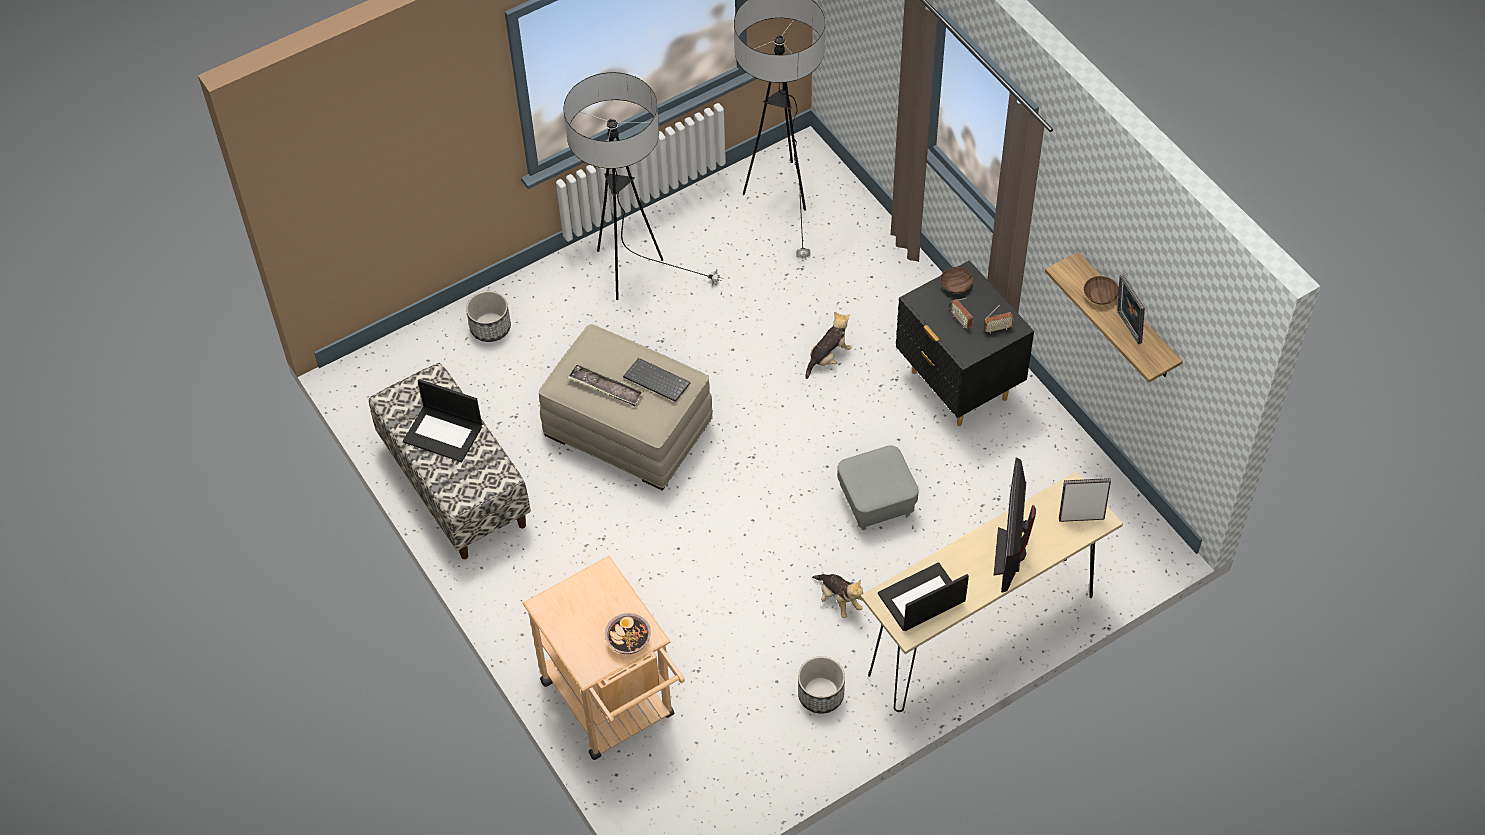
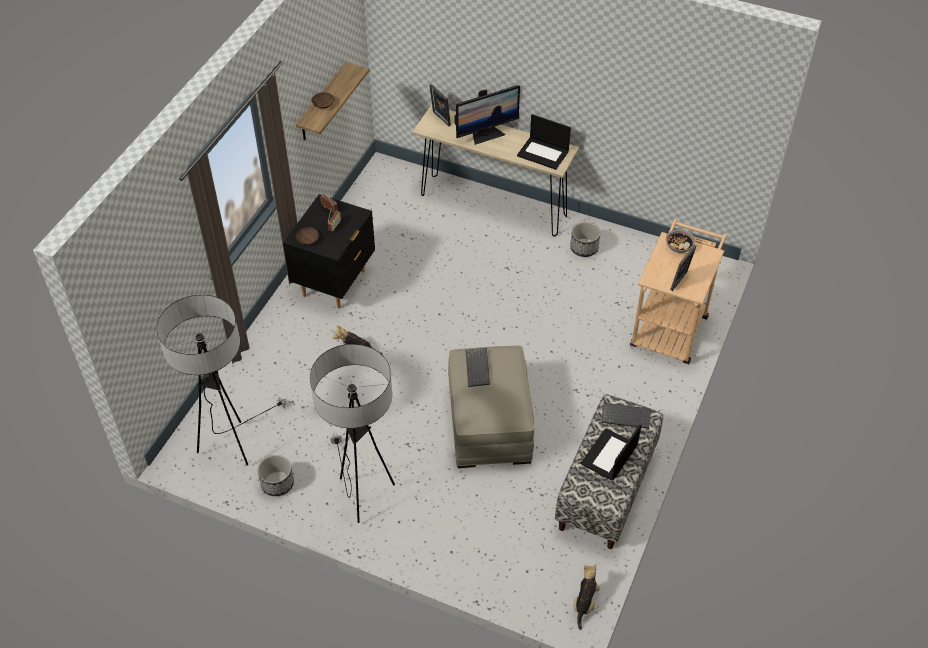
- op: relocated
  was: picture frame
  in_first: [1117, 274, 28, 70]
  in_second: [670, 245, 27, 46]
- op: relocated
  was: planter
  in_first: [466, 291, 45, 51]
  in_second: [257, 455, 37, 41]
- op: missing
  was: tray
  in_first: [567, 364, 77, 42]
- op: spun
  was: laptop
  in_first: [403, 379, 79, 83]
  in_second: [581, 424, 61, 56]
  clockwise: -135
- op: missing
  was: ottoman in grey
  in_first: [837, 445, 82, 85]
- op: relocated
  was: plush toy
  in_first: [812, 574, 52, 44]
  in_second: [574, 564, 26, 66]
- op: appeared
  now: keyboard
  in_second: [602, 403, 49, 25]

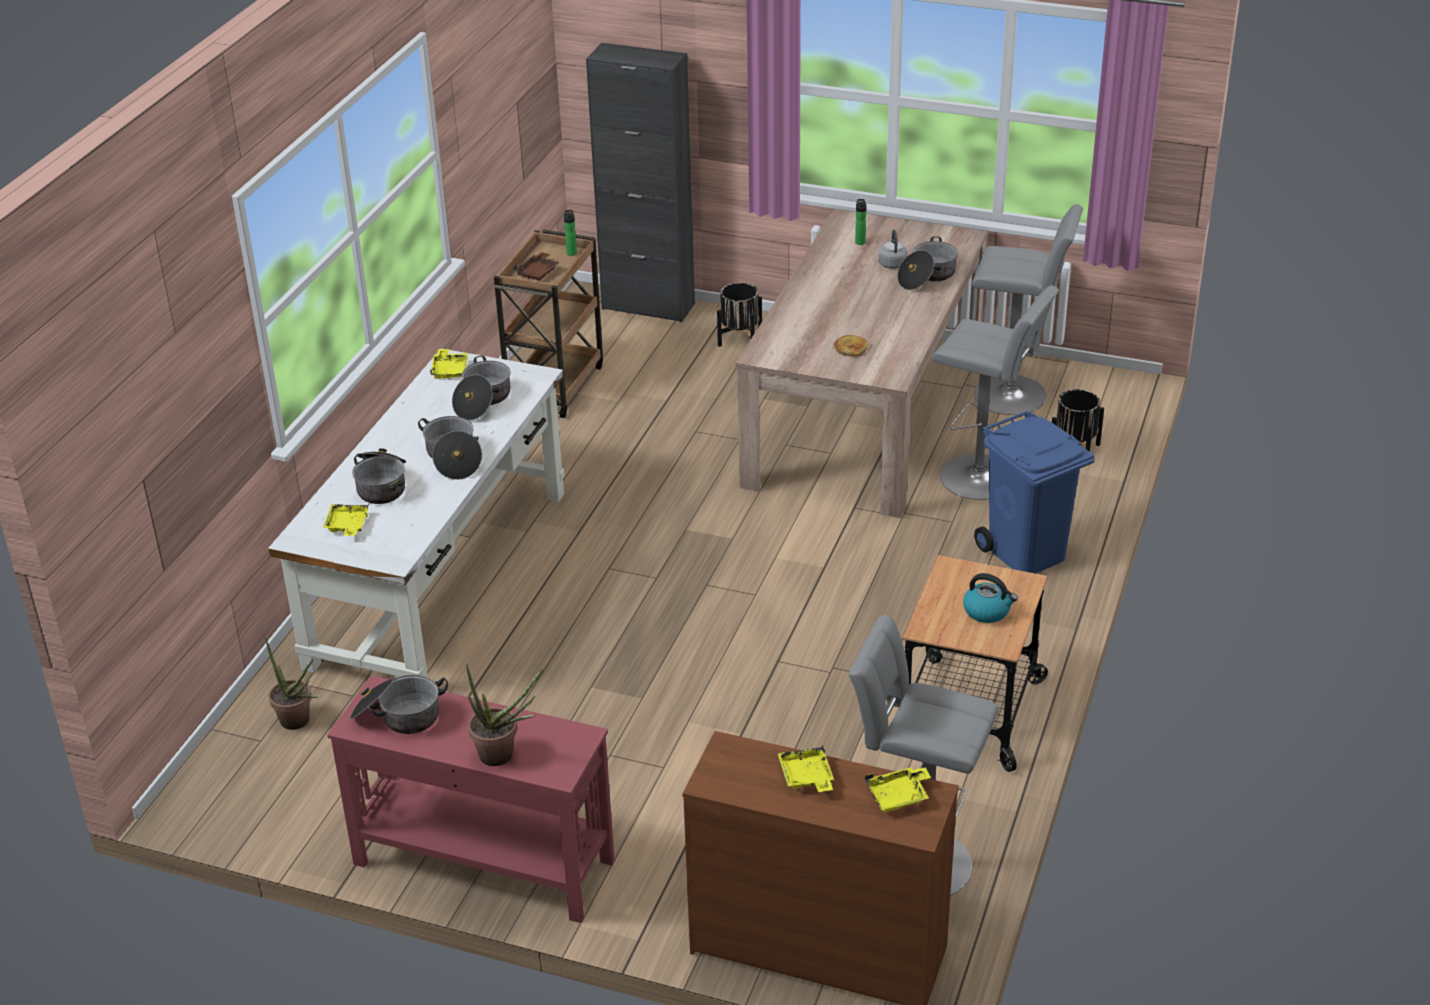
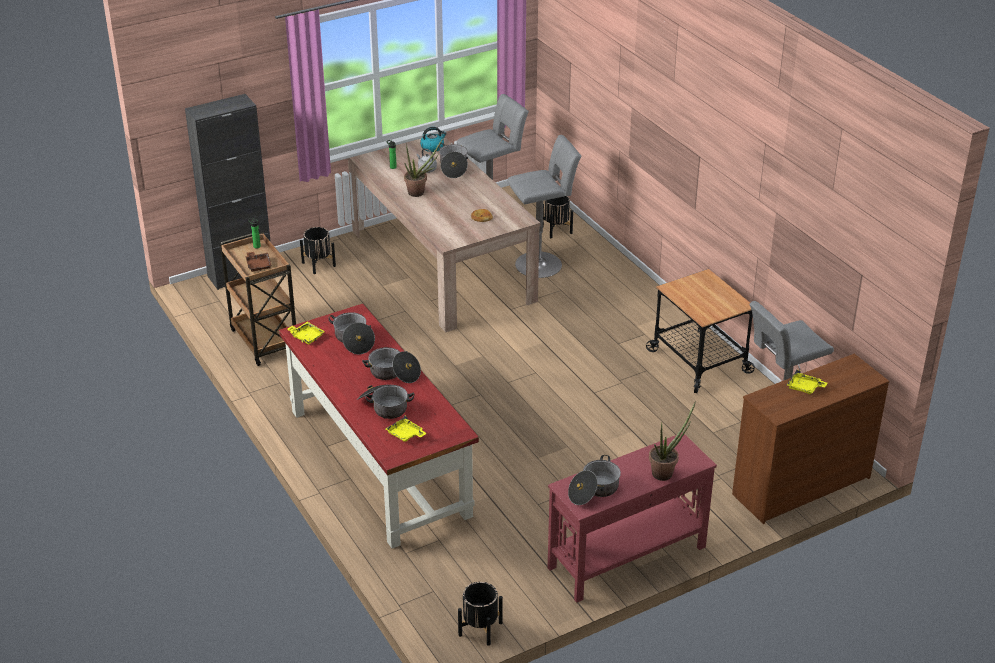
- op: colour
  was: desk in white
  now: desk in red
  in_first: [268, 348, 297, 330]
  in_second: [279, 304, 200, 245]
- op: missing
  was: trash can in blue
  in_first: [974, 411, 121, 162]
- op: relocated
  was: kettle
  in_first: [963, 573, 55, 50]
  in_second: [420, 127, 27, 25]
- op: relocated
  was: potted plant
  in_first: [265, 637, 53, 93]
  in_second: [404, 138, 39, 59]
- op: missing
  was: tray in yellow
  in_first: [865, 767, 66, 45]
- op: appeared
  now: planter in black
  in_second: [458, 582, 45, 64]

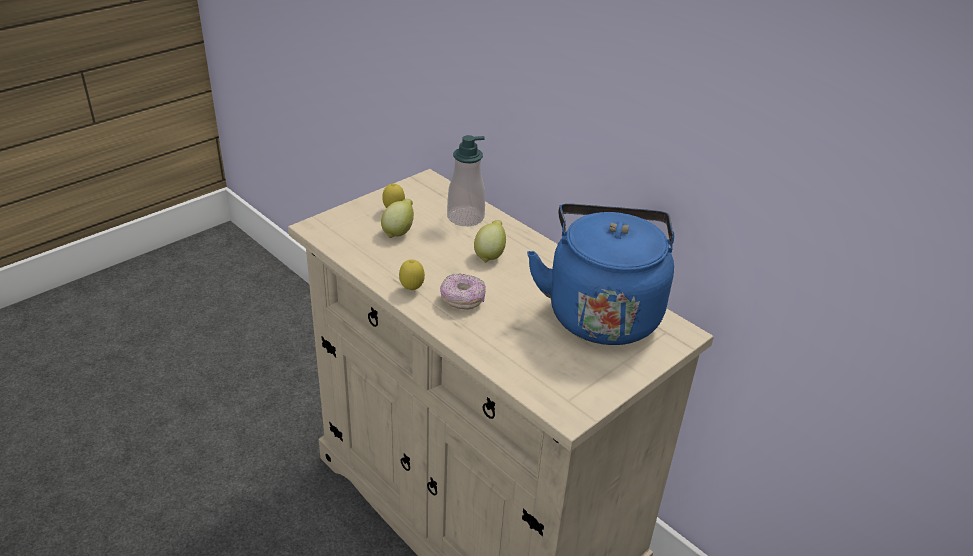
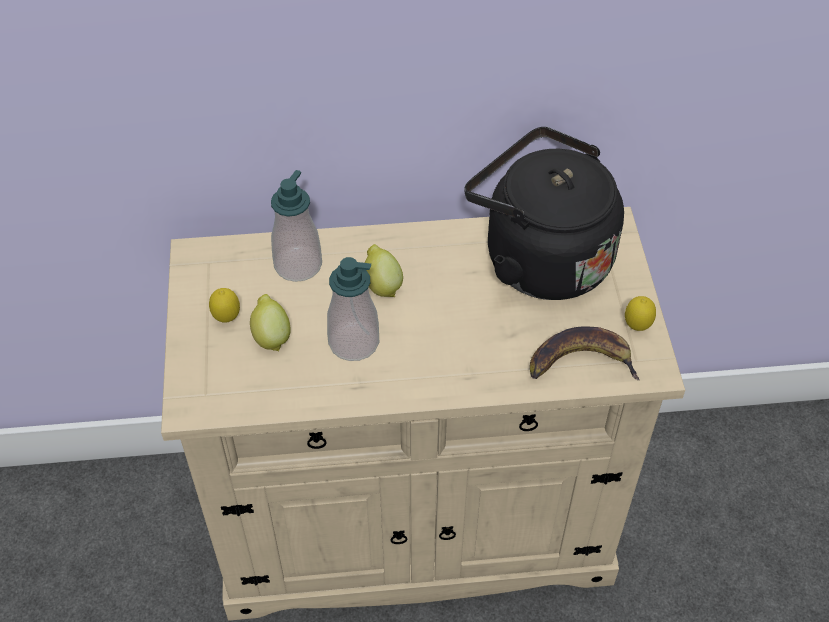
- op: colour
  was: kettle in blue
  now: kettle in black
  in_first: [527, 204, 147, 141]
  in_second: [464, 127, 160, 173]
- op: relocated
  was: lemon
  in_first: [399, 259, 26, 31]
  in_second: [625, 296, 31, 35]
- op: missing
  was: donut
  in_first: [440, 273, 46, 37]
- op: appeared
  now: soap dispenser
  in_second: [327, 257, 52, 104]
- op: appeared
  now: banana
  in_second: [530, 326, 110, 54]

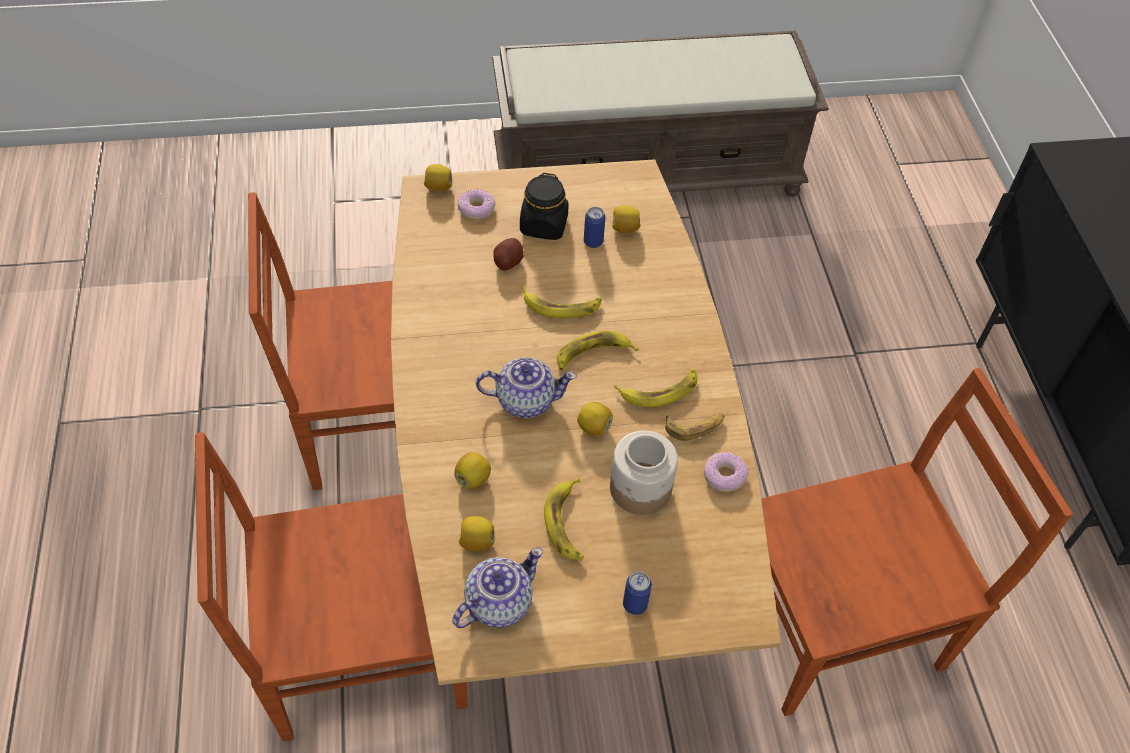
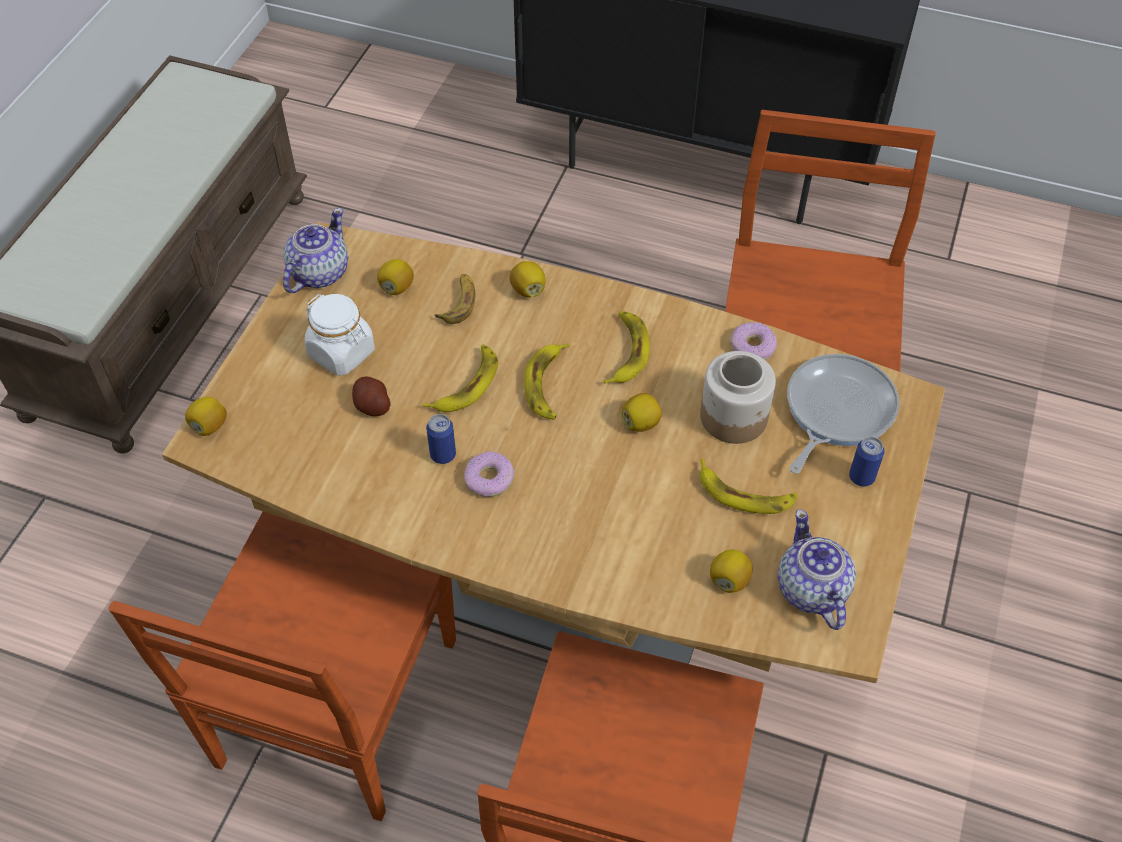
- op: colour
  was: jar in black
  now: jar in white
  in_first: [520, 173, 49, 67]
  in_second: [305, 294, 70, 82]
- op: relocated
  was: donut
  in_first: [458, 189, 37, 31]
  in_second: [464, 451, 50, 46]
- op: relocated
  was: can
  in_first: [584, 207, 22, 41]
  in_second: [426, 414, 30, 50]
- op: relocated
  was: teapot
  in_first: [476, 357, 101, 61]
  in_second: [283, 208, 65, 85]
- op: relocated
  was: banana
  in_first: [665, 414, 59, 27]
  in_second: [435, 274, 40, 50]
- op: relocated
  was: lemon
  in_first: [455, 452, 36, 37]
  in_second: [509, 261, 37, 37]
- op: appeared
  now: frying pan
  in_second: [787, 354, 112, 120]

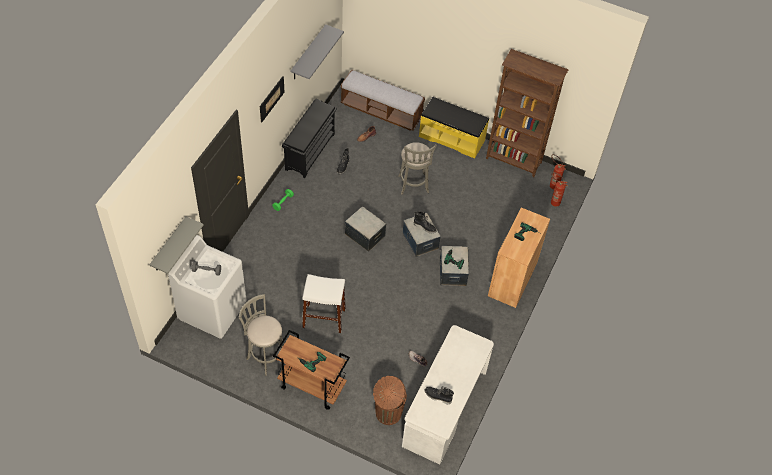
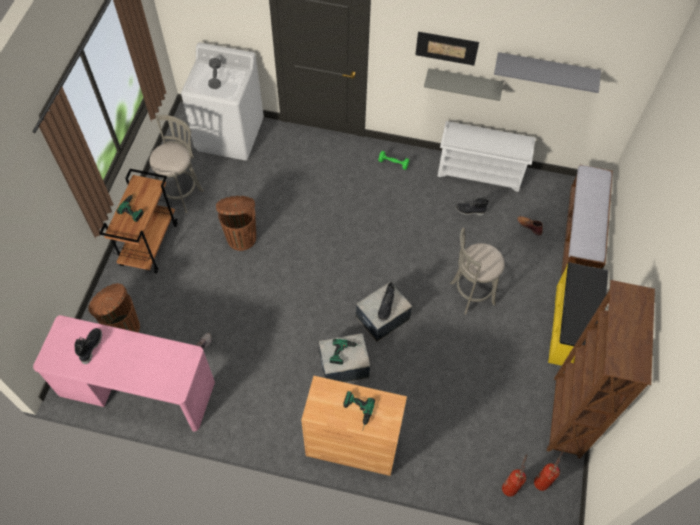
- op: colour
  was: shoe rack in black
  now: shoe rack in white
  in_first: [282, 98, 55, 80]
  in_second: [437, 121, 99, 71]
- op: missing
  was: storage box
  in_first: [345, 206, 42, 46]
- op: relocated
  was: shelf in grey
  in_first: [149, 217, 55, 57]
  in_second: [424, 68, 79, 33]
- op: exchanged
  was: stool in white
  now: trash can in brown
  in_first: [302, 274, 44, 59]
  in_second: [216, 196, 40, 55]
- op: colour
  was: desk in white
  now: desk in pink
  in_first: [402, 325, 92, 140]
  in_second: [33, 315, 182, 117]

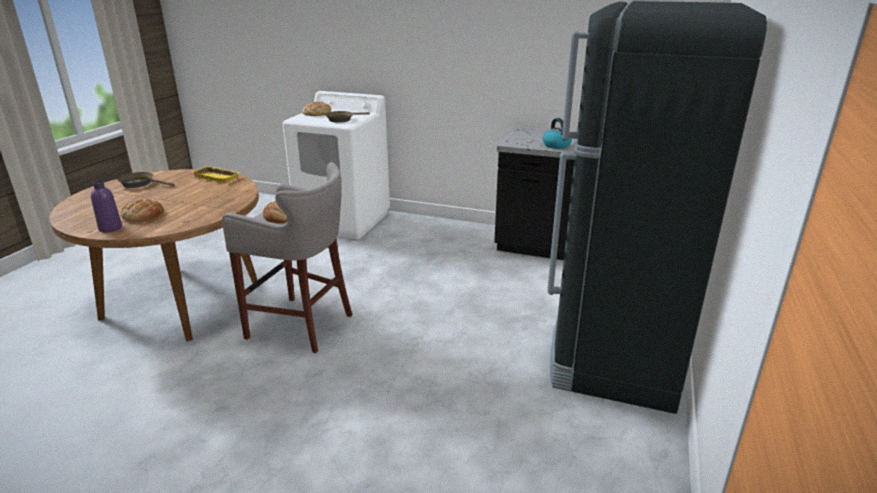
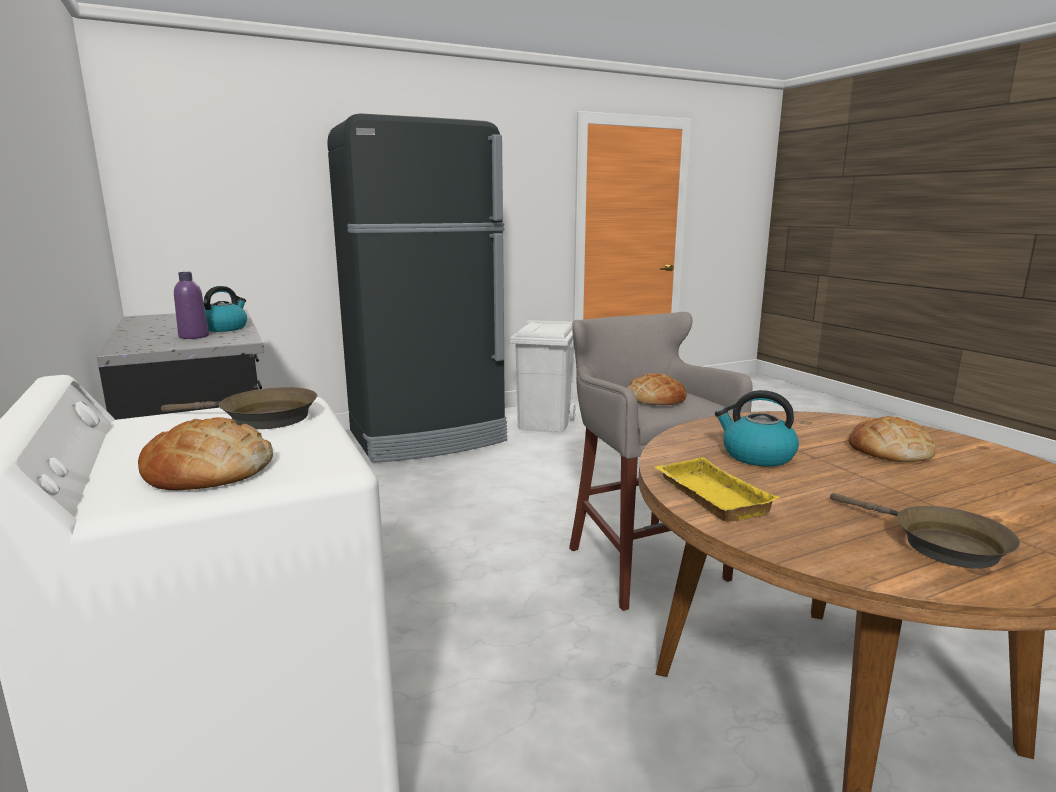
- op: relocated
  was: bottle in purple
  in_first: [91, 180, 31, 53]
  in_second: [174, 272, 35, 67]
- op: appeared
  now: trash can in white
  in_second: [510, 320, 66, 113]
- op: appeared
  now: kettle
  in_second: [715, 390, 84, 77]

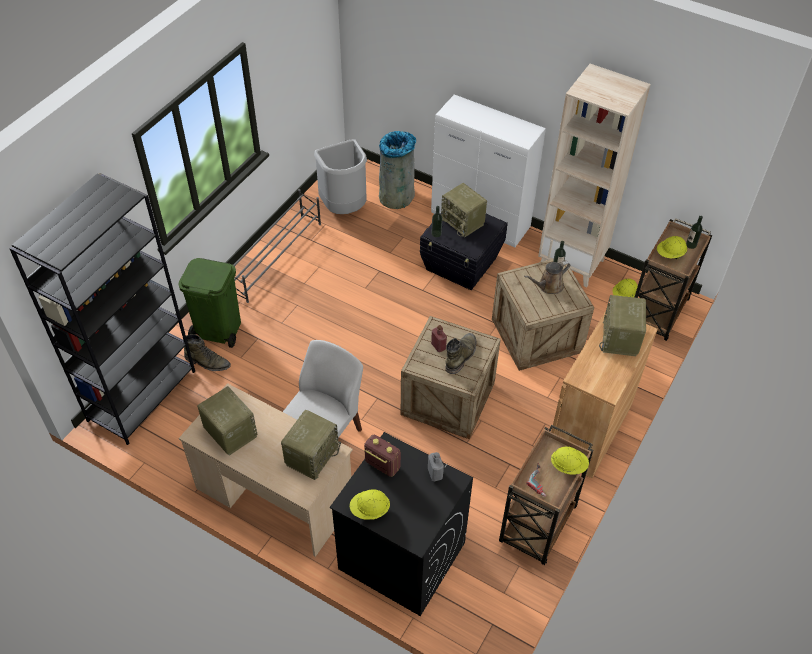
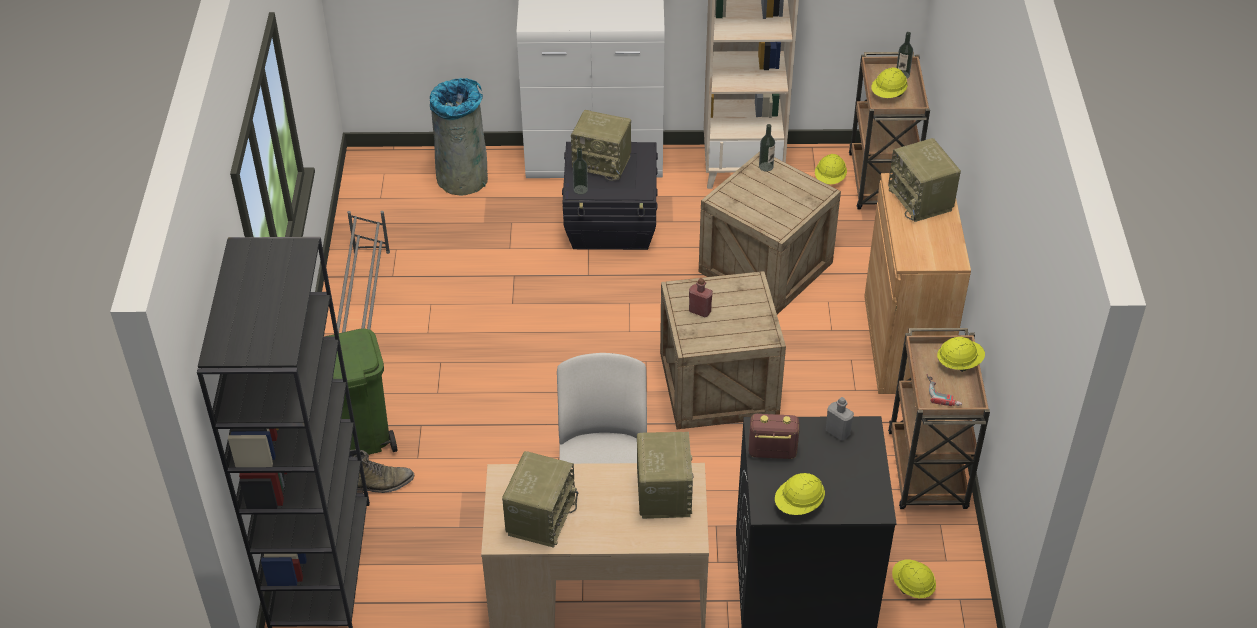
- op: missing
  was: trash can in grey
  in_first: [314, 139, 53, 75]
- op: missing
  was: watering can in brown
  in_first: [524, 261, 46, 33]
- op: missing
  was: boot in green
  in_first: [446, 333, 30, 41]
- op: spun
  was: radio
  in_first: [197, 386, 61, 70]
  in_second: [502, 451, 76, 97]
  clockwise: 90
- op: appeared
  now: hard hat in yellow
  in_second: [892, 559, 44, 39]

